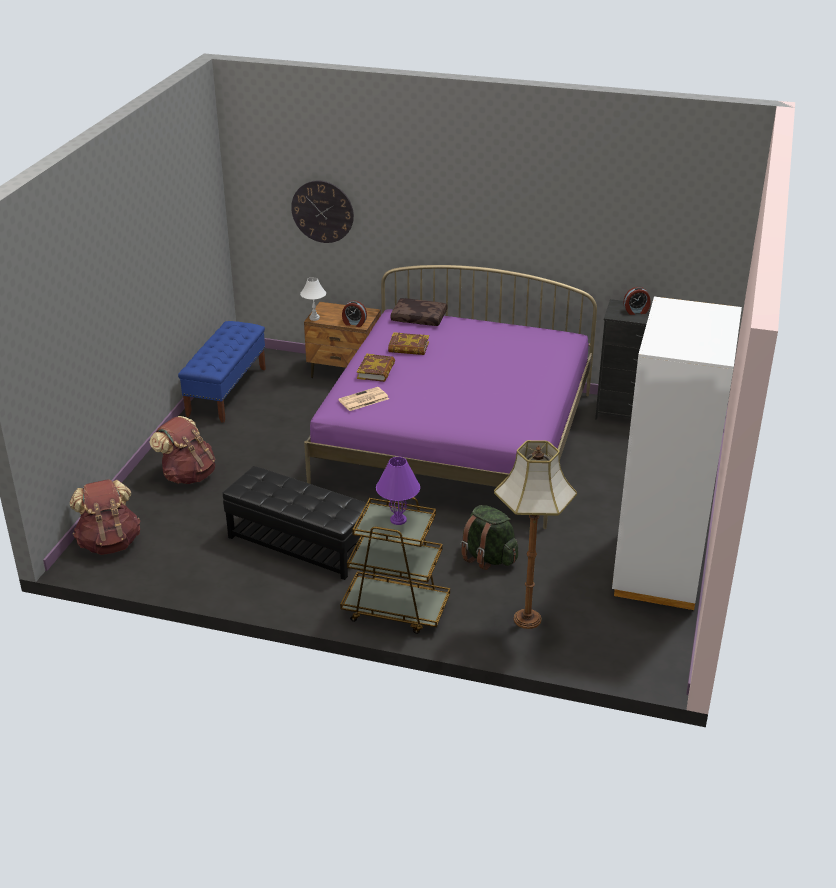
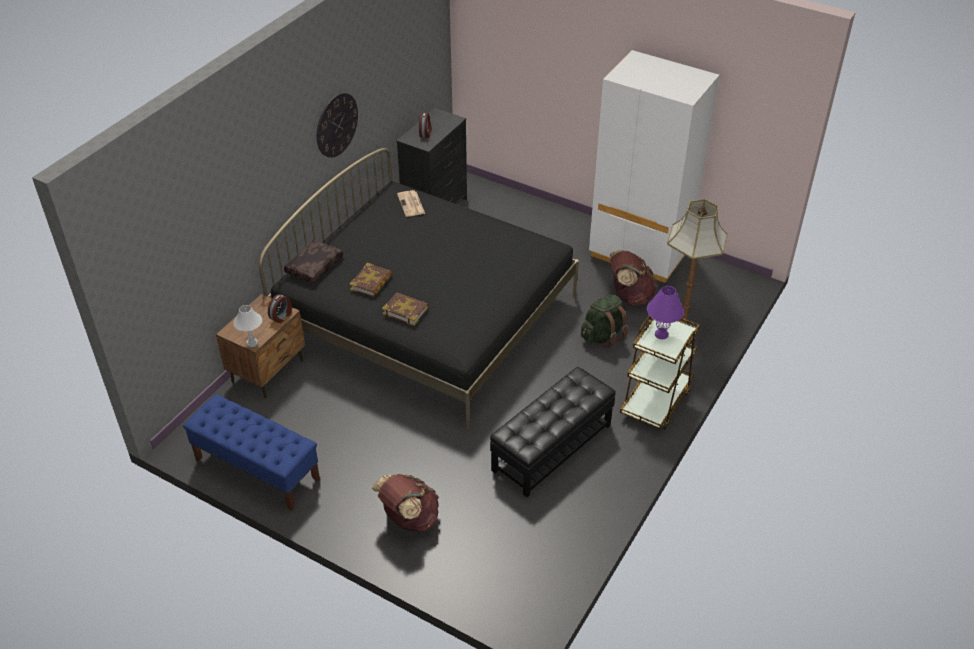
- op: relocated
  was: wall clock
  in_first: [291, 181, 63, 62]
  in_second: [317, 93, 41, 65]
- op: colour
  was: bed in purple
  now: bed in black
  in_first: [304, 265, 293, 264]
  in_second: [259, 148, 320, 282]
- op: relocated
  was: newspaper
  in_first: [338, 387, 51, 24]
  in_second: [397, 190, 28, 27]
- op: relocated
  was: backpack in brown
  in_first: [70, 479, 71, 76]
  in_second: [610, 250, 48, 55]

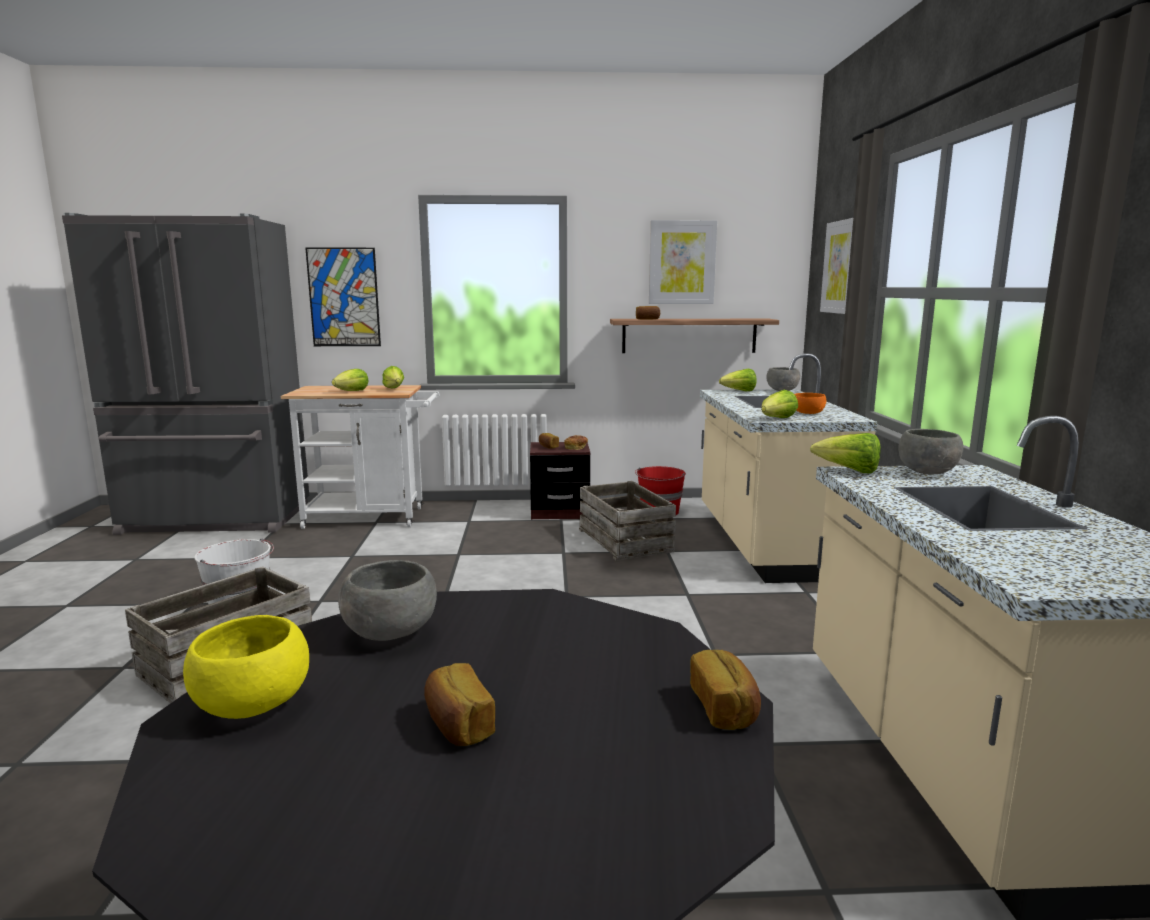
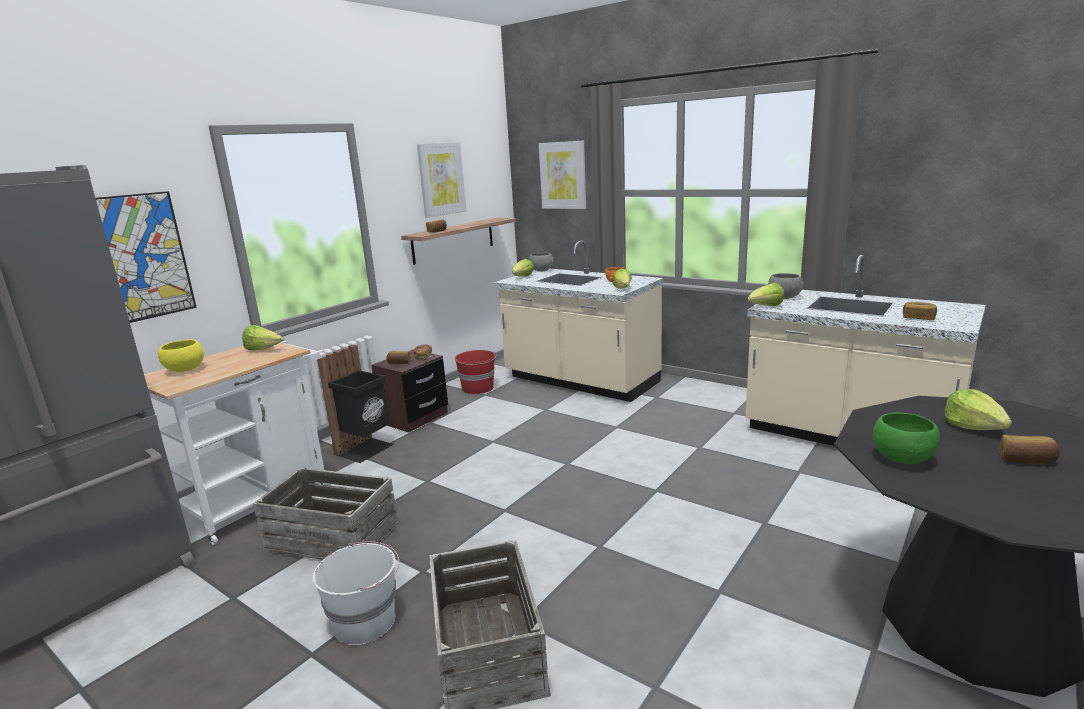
- op: relocated
  was: lettuce
  in_first: [332, 369, 37, 22]
  in_second: [944, 389, 68, 41]
- op: relocated
  was: crate
  in_first: [579, 481, 97, 80]
  in_second: [253, 467, 146, 93]
- op: colour
  was: bowl in grey
  now: bowl in green
  in_first: [338, 560, 99, 81]
  in_second: [873, 412, 67, 52]
- op: relocated
  was: bowl in yellow
  in_first: [183, 615, 126, 104]
  in_second: [158, 339, 46, 33]
- op: relocated
  was: bread
  in_first: [690, 650, 71, 80]
  in_second: [903, 302, 34, 18]
- op: appeared
  now: trash can in black
  in_second: [317, 345, 77, 118]

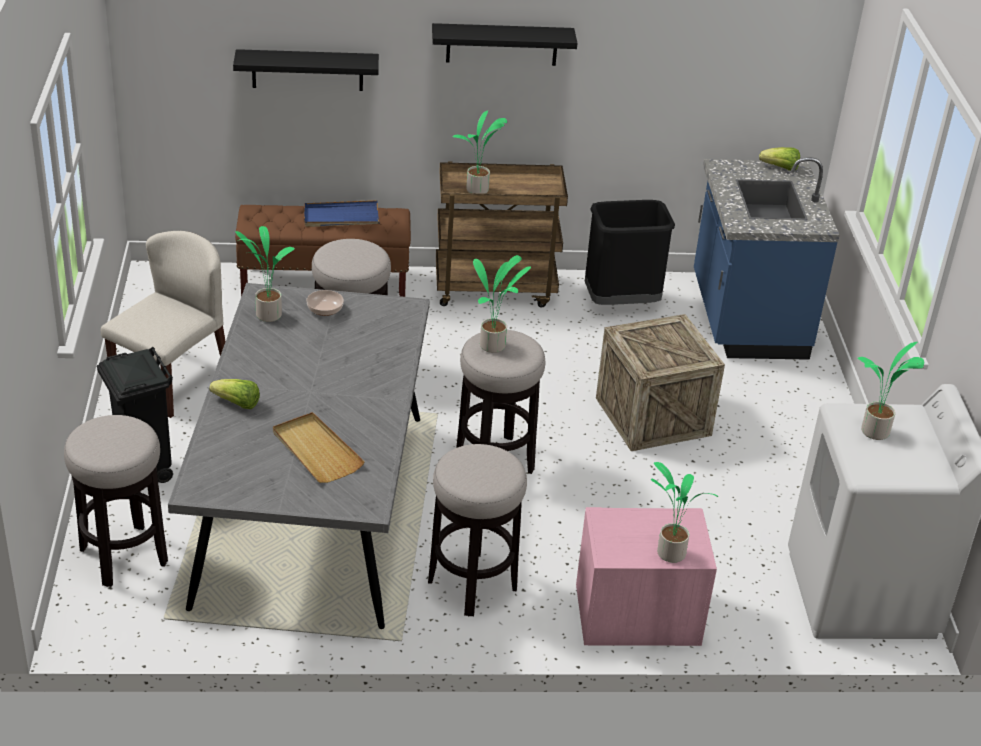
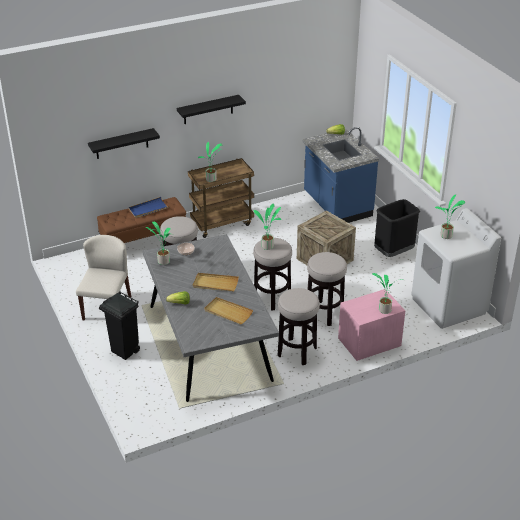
- op: relocated
  was: trash can in black
  in_first: [585, 200, 90, 105]
  in_second: [374, 199, 46, 58]
- op: relocated
  was: stool
  in_first: [64, 415, 104, 172]
  in_second: [307, 252, 40, 74]
- op: appeared
  now: tray in beige
  in_second: [193, 273, 46, 19]

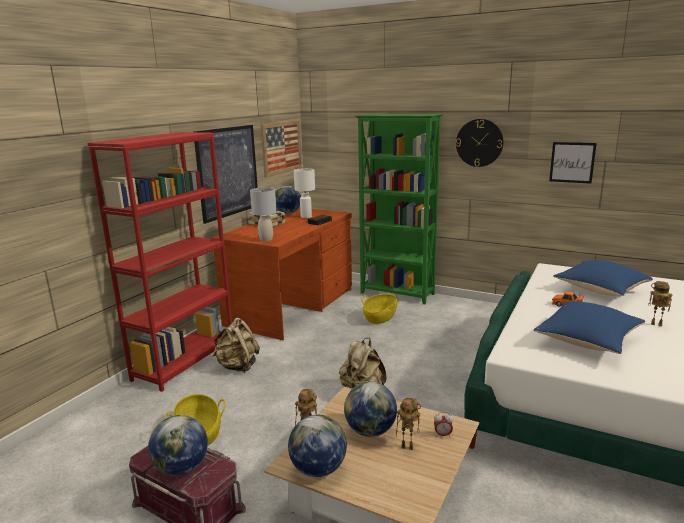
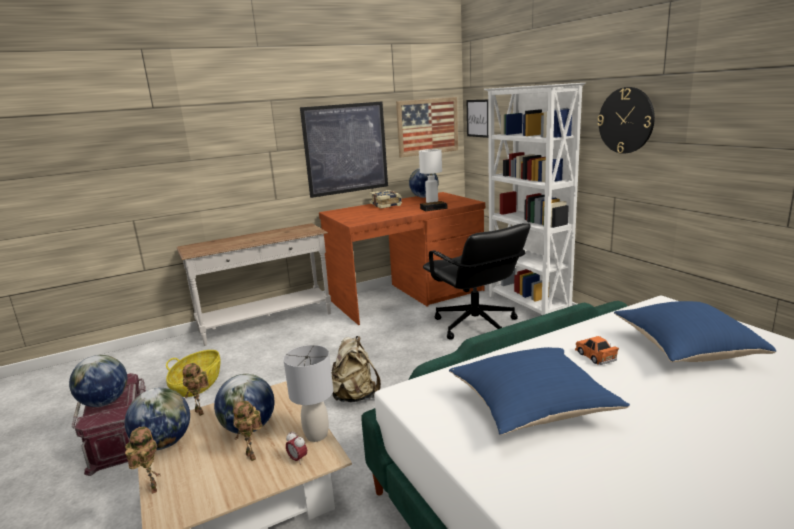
- op: colour
  was: bookcase in green
  now: bookcase in white
  in_first: [355, 114, 88, 190]
  in_second: [484, 83, 101, 232]
- op: exchanged
  was: bookcase in red
  now: console table in white
  in_first: [87, 132, 145, 260]
  in_second: [177, 223, 154, 123]
- op: relocated
  was: picture
  in_first: [549, 142, 48, 42]
  in_second: [467, 99, 21, 39]
- op: relocated
  was: table lamp in grey
  in_first: [250, 187, 27, 54]
  in_second: [283, 345, 50, 97]
- op: relocated
  was: toy robot
  in_first: [648, 281, 24, 45]
  in_second: [125, 427, 35, 67]
- op: exchanged
  was: basket
  now: office chair in black
  in_first: [361, 294, 39, 30]
  in_second: [423, 223, 108, 117]
- op: missing
  was: backpack in beige
  in_first: [213, 318, 47, 54]

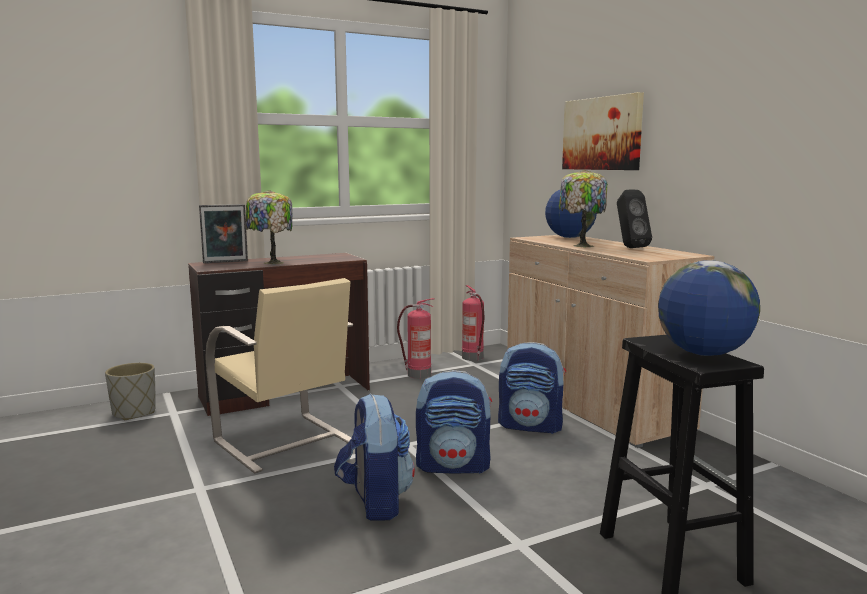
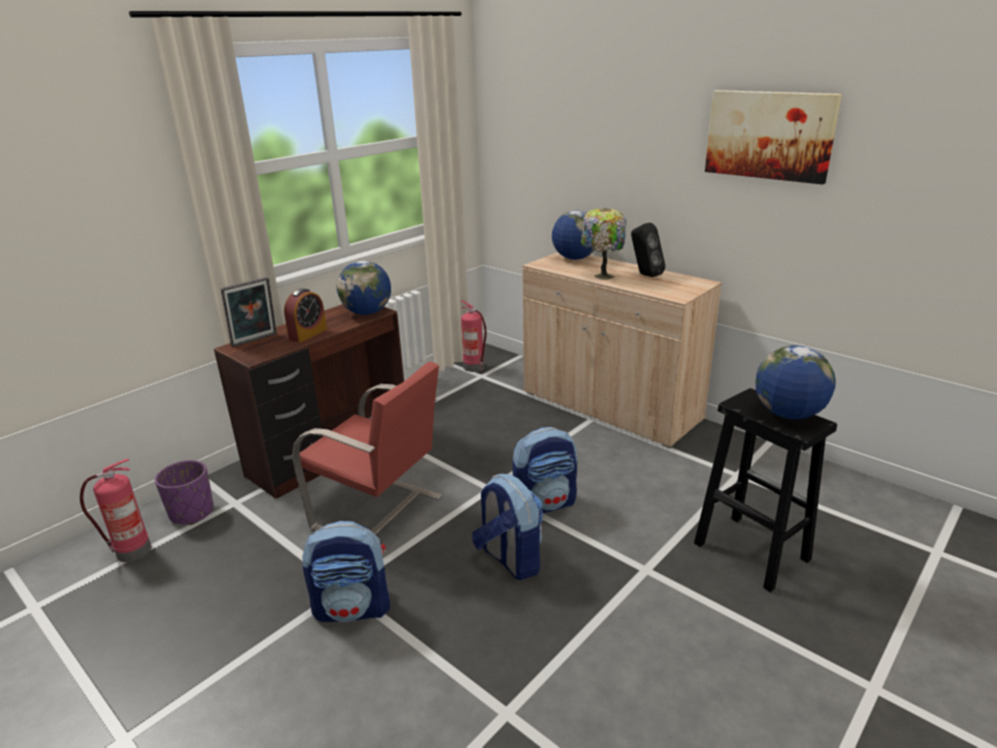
- op: relocated
  was: picture
  in_first: [562, 92, 82, 78]
  in_second: [705, 90, 137, 95]
- op: exchanged
  was: table lamp
  now: alarm clock
  in_first: [246, 190, 46, 74]
  in_second: [284, 288, 43, 55]
- op: colour
  was: chair in beige
  now: chair in red
  in_first: [205, 278, 148, 196]
  in_second: [292, 362, 150, 194]
- op: relocated
  was: fire extinguisher
  in_first: [397, 298, 37, 81]
  in_second: [80, 459, 71, 103]
- op: relocated
  was: backpack
  in_first: [498, 342, 68, 92]
  in_second: [302, 521, 88, 101]
- op: colour
  was: planter in grey
  now: planter in purple
  in_first: [105, 363, 51, 57]
  in_second: [155, 460, 59, 65]
- op: appeared
  now: globe
  in_second: [337, 261, 54, 54]

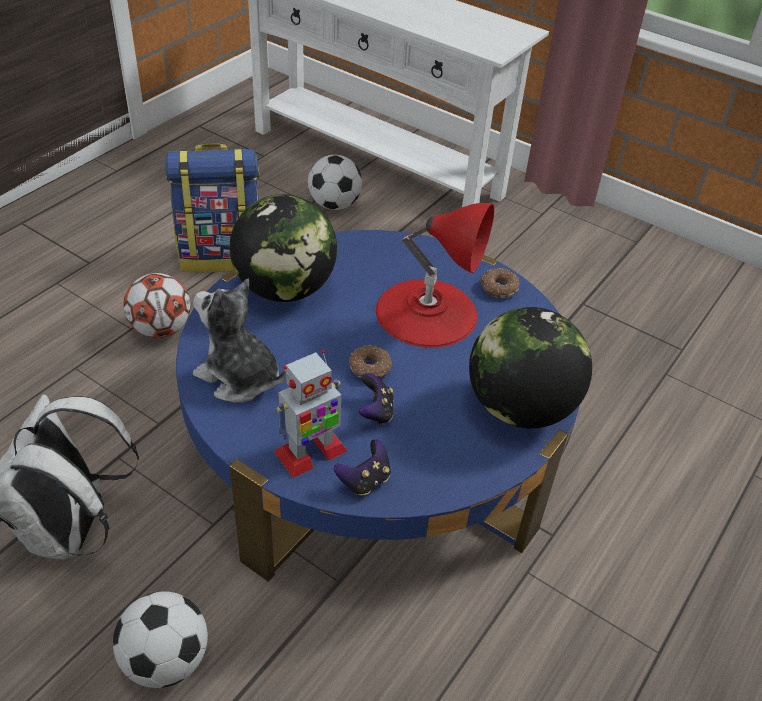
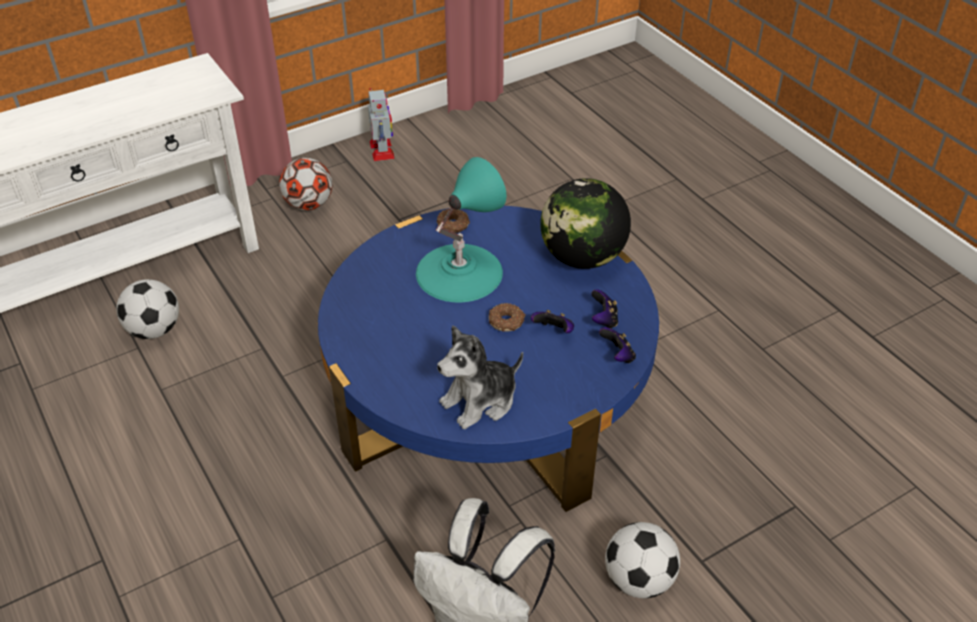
- op: missing
  was: backpack
  in_first: [165, 144, 95, 128]
- op: missing
  was: globe
  in_first: [230, 194, 107, 108]
- op: colour
  was: table lamp in red
  now: table lamp in turquoise
  in_first: [376, 203, 118, 145]
  in_second: [416, 157, 91, 145]
- op: relocated
  was: football
  in_first: [123, 273, 68, 65]
  in_second: [279, 158, 53, 53]
- op: relocated
  was: toy robot
  in_first: [274, 350, 74, 128]
  in_second: [368, 88, 27, 73]
- op: appeared
  now: game controller
  in_second: [591, 289, 27, 39]

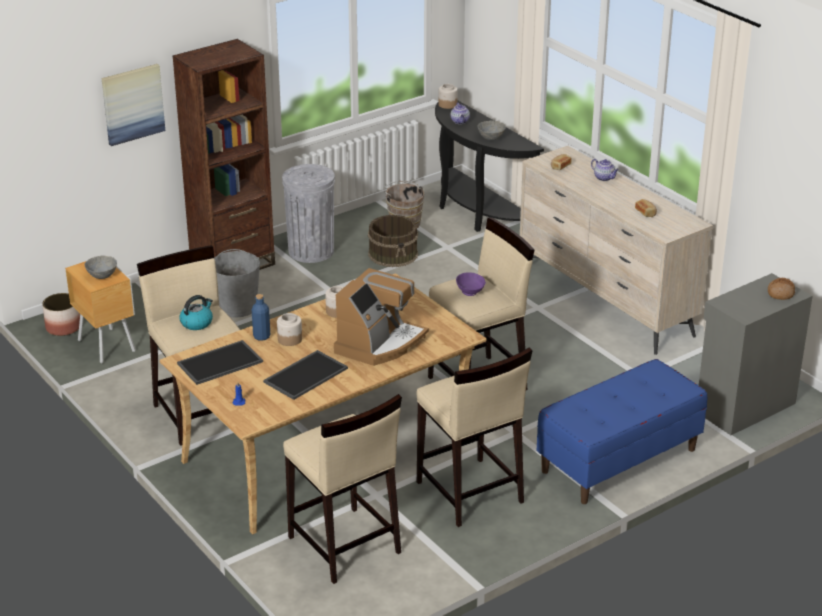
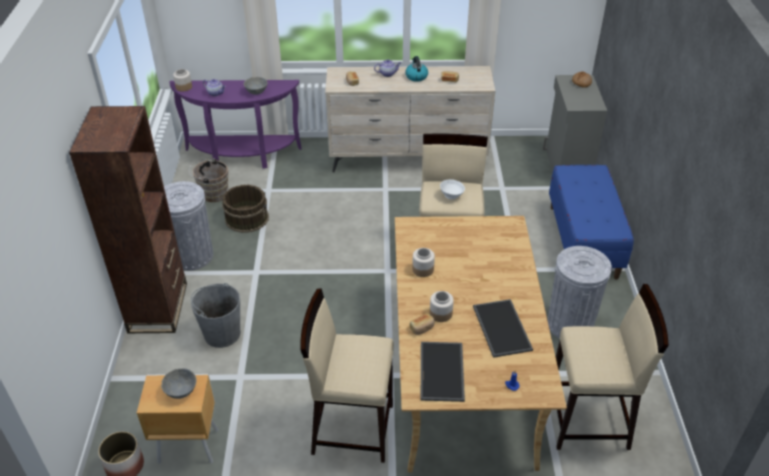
- op: missing
  was: picture
  in_first: [102, 64, 63, 82]
- op: colour
  was: console table in black
  now: console table in purple
  in_first: [435, 100, 109, 132]
  in_second: [169, 80, 133, 89]
- op: missing
  was: coffee machine
  in_first: [334, 268, 95, 98]
- op: colour
  was: bowl in purple
  now: bowl in white
  in_first: [456, 272, 30, 24]
  in_second: [440, 179, 25, 21]
- op: exchanged
  was: bottle in blue
  now: bread
  in_first: [252, 294, 18, 47]
  in_second: [409, 313, 26, 22]
- op: relocated
  was: kettle
  in_first: [180, 295, 33, 35]
  in_second: [405, 56, 23, 26]
- op: exchanged
  was: stool in beige
  now: trash can in grey
  in_first: [417, 347, 115, 180]
  in_second: [548, 246, 64, 92]

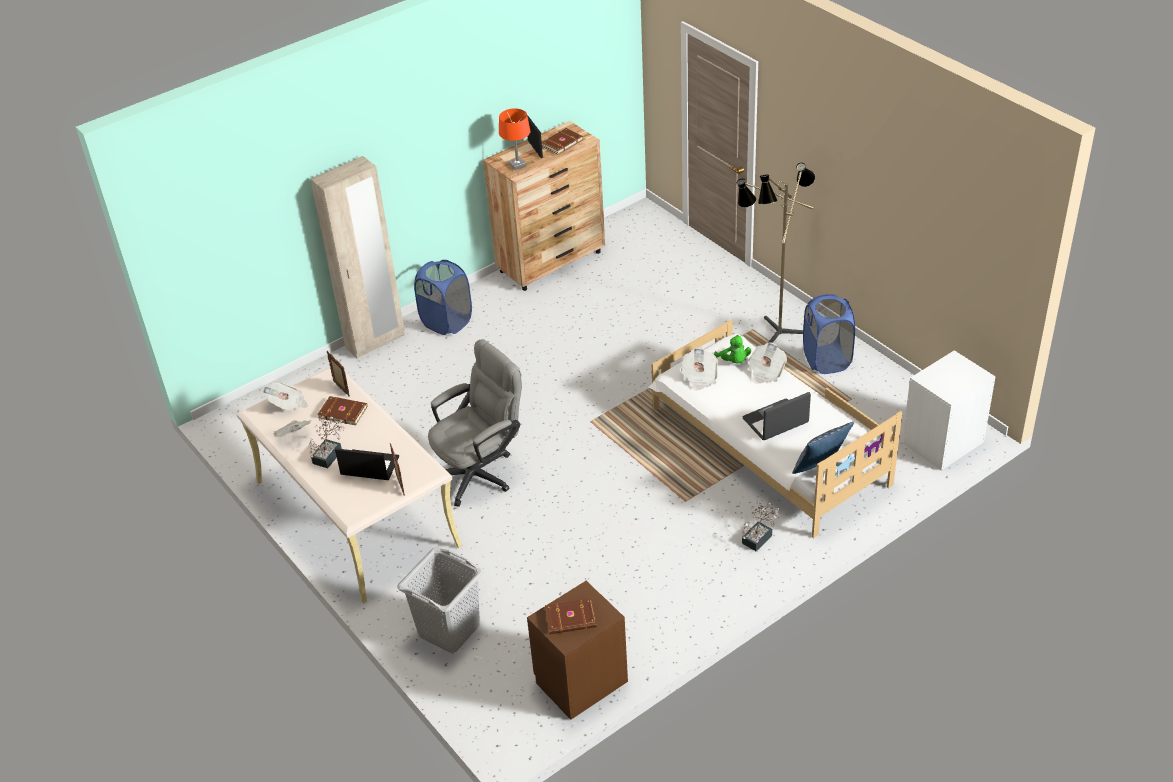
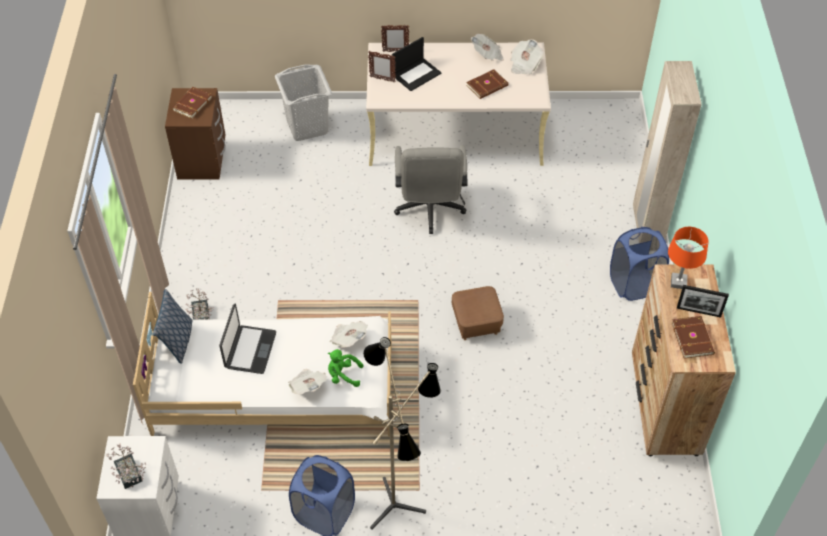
- op: relocated
  was: picture frame
  in_first: [327, 351, 23, 46]
  in_second: [381, 25, 28, 27]
- op: relocated
  was: potted plant
  in_first: [308, 416, 37, 52]
  in_second: [106, 443, 40, 46]
- op: appeared
  now: ottoman in brown
  in_second: [452, 286, 52, 54]

